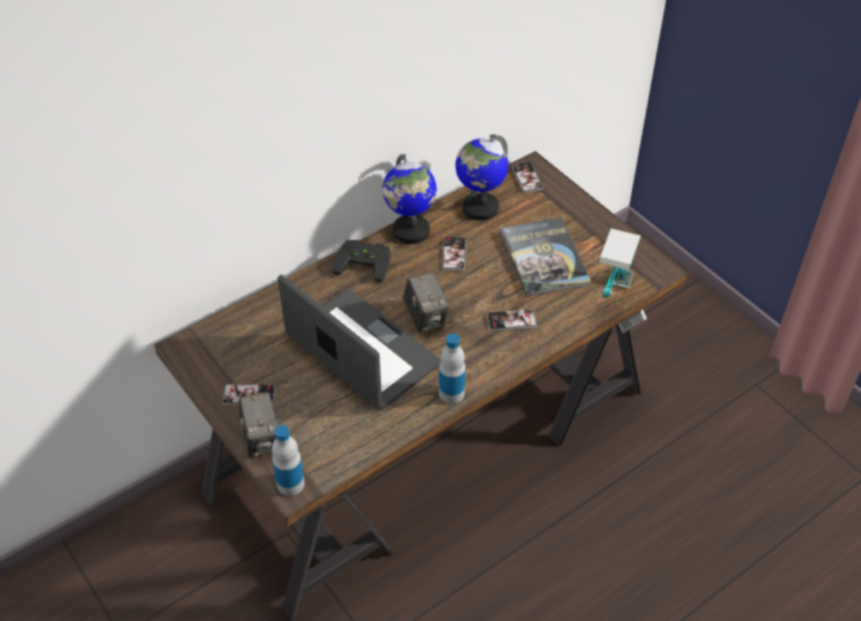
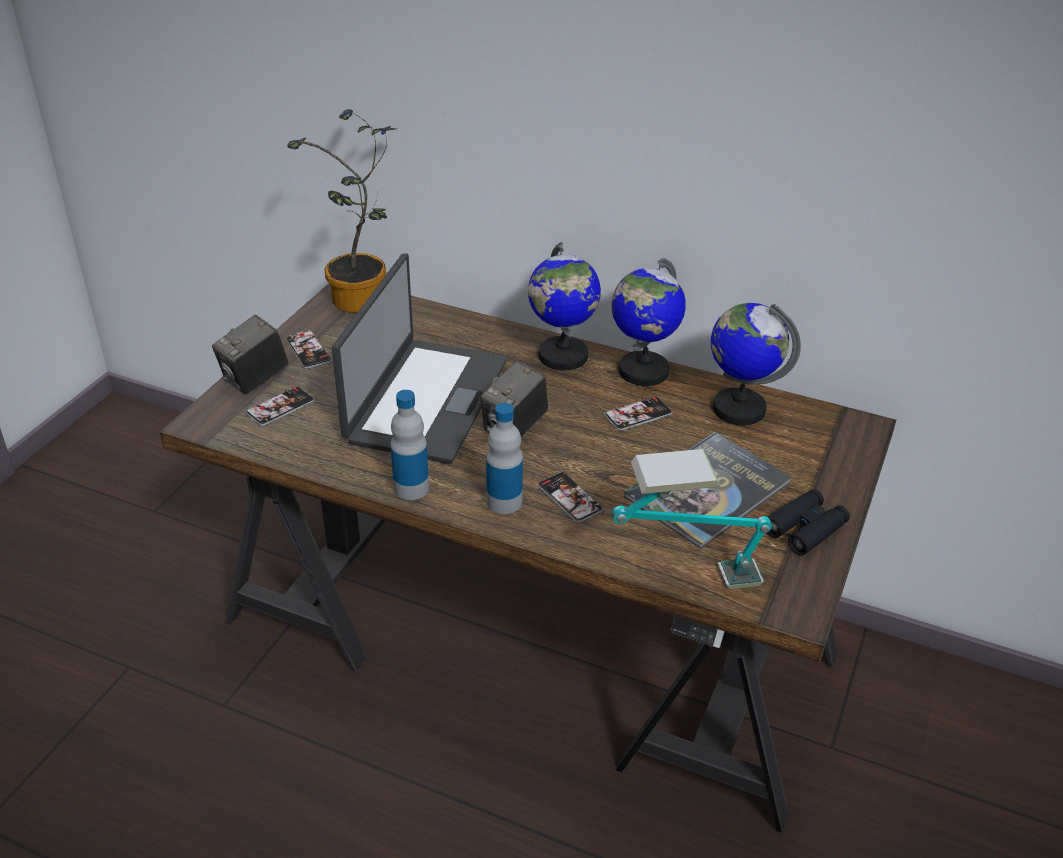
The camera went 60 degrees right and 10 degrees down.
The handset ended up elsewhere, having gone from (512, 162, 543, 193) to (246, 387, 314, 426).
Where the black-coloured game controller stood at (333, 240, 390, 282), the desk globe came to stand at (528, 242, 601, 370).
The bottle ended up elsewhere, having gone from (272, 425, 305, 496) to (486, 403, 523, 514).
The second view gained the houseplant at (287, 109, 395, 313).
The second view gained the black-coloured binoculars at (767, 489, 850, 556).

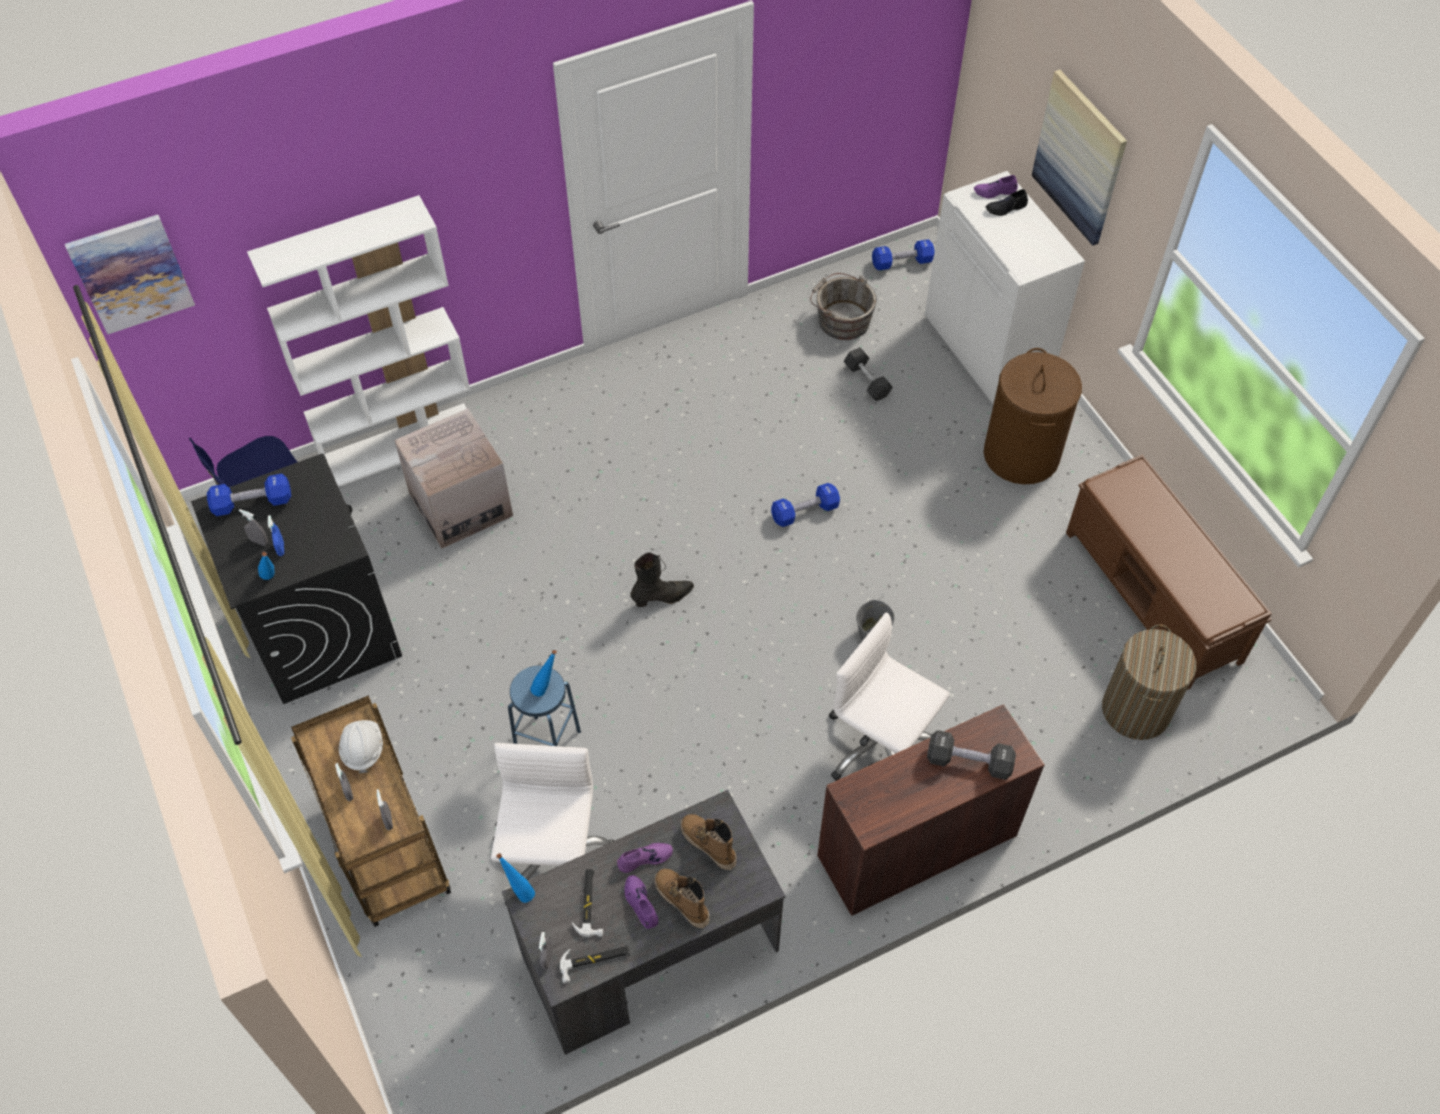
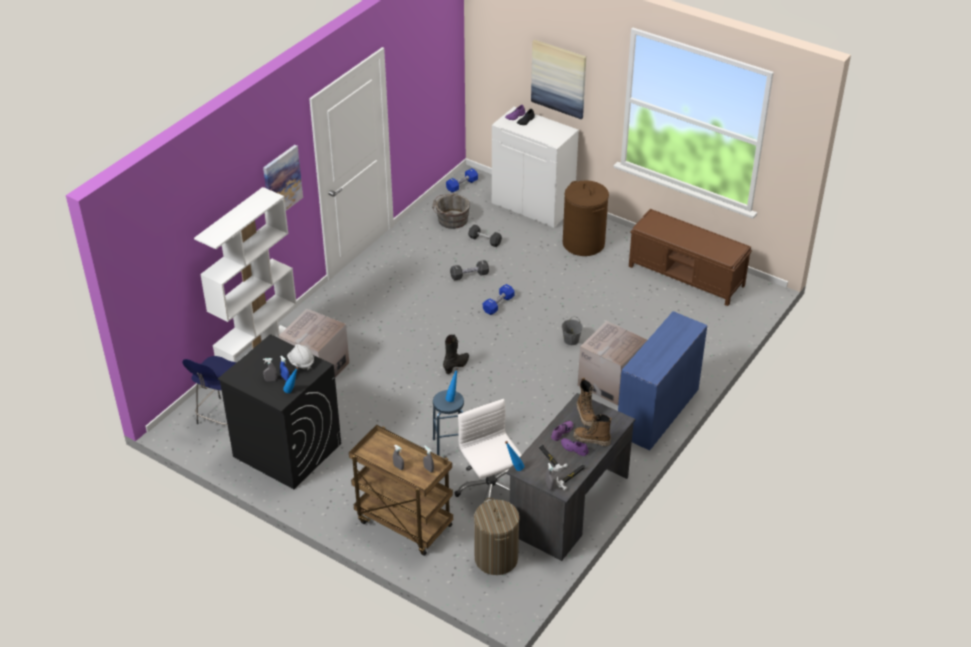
The camera went 30 degrees left and 15 degrees down.
The wall art ended up elsewhere, having gone from (65, 215, 195, 334) to (263, 145, 303, 211).
The second view lost the bluish hand weight at (207, 474, 291, 516).
Where the white-coloured office chair stood at (829, 613, 950, 781), the carton came to stand at (578, 321, 647, 405).
The washing basket ended up elsewhere, having gone from (1102, 624, 1196, 740) to (474, 498, 520, 575).
What was the brown-coloured desk at (817, 704, 1045, 916) turned into the bluish desk at (618, 311, 707, 450).
The white-coloured work helmet ended up elsewhere, having gone from (339, 720, 383, 773) to (287, 344, 314, 370).
The black-coloured hand weight ended up elsewhere, having gone from (927, 730, 1016, 780) to (450, 260, 489, 280).
The tall boot at (681, 814, 737, 870) ended up facing another way, 120 degrees counterclockwise from before.

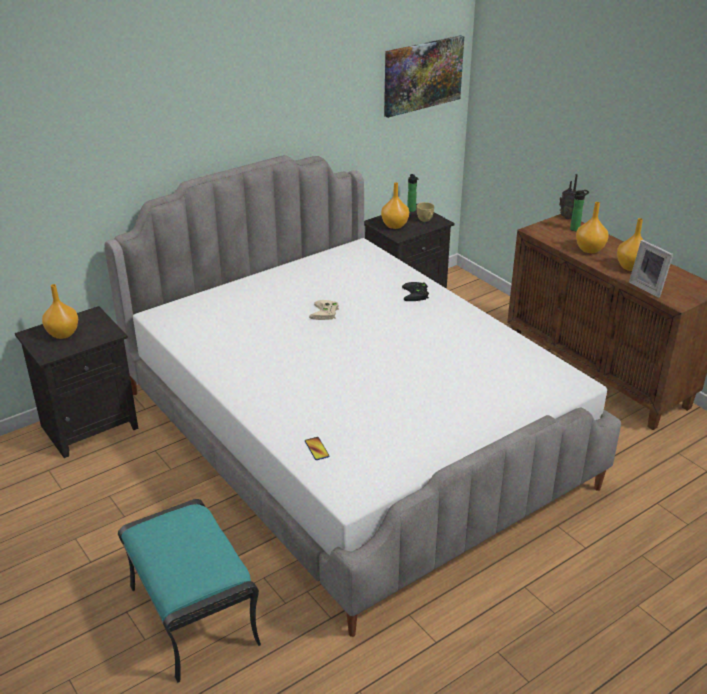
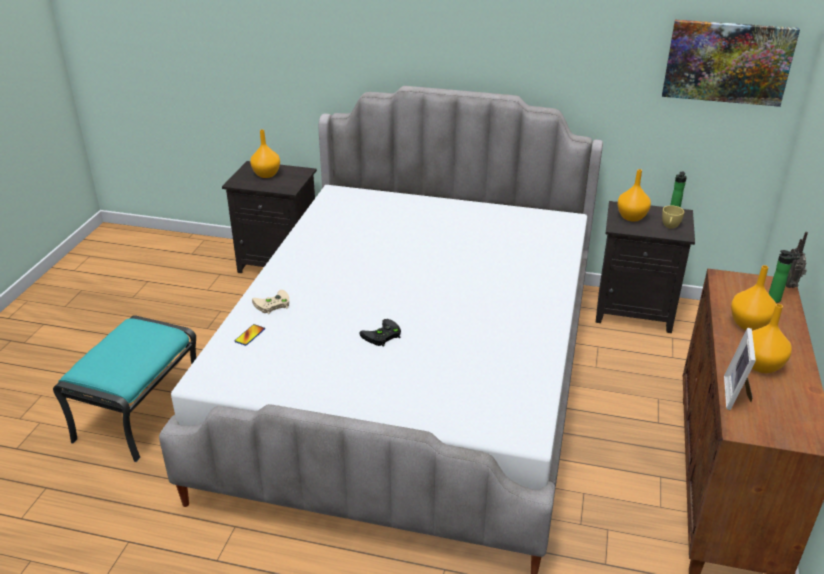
The camera went 50 degrees right and 0 degrees up.
The black-coloured game controller ended up elsewhere, having gone from (402, 282, 429, 301) to (360, 319, 401, 346).
The beige-coloured game controller ended up elsewhere, having gone from (309, 300, 339, 320) to (252, 290, 289, 314).

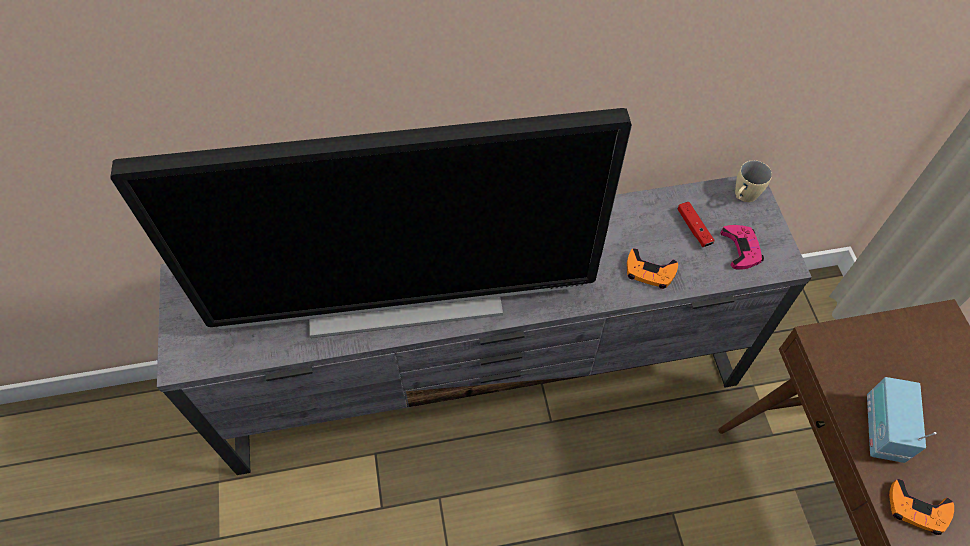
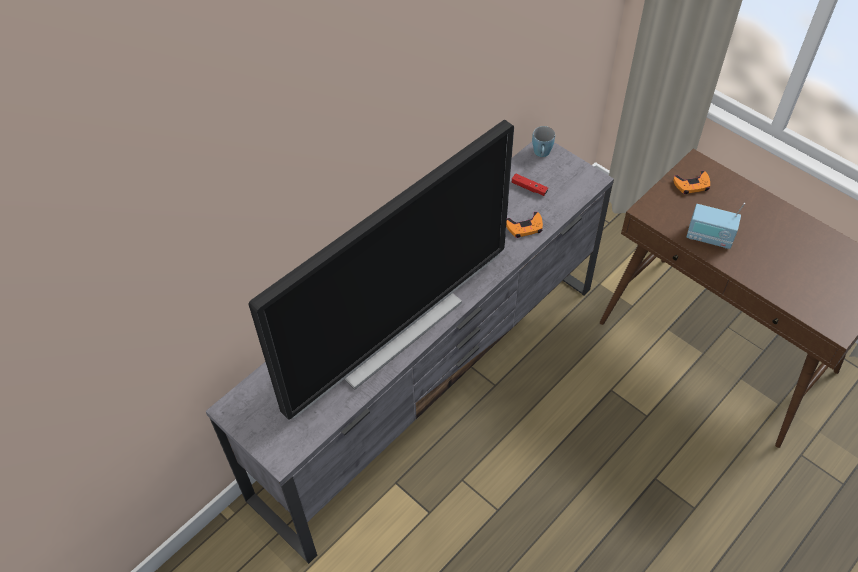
The camera went 35 degrees left and 5 degrees down.
What was the beige-coloured tea mug at (735, 160, 772, 202) turned into the bluish tea mug at (532, 126, 555, 157).
The second view lost the pinkish game controller at (721, 225, 764, 270).
The radio at (867, 377, 937, 463) ended up facing another way, 45 degrees counterclockwise from before.
The orangey game controller ended up elsewhere, having gone from (889, 479, 954, 535) to (673, 171, 710, 194).

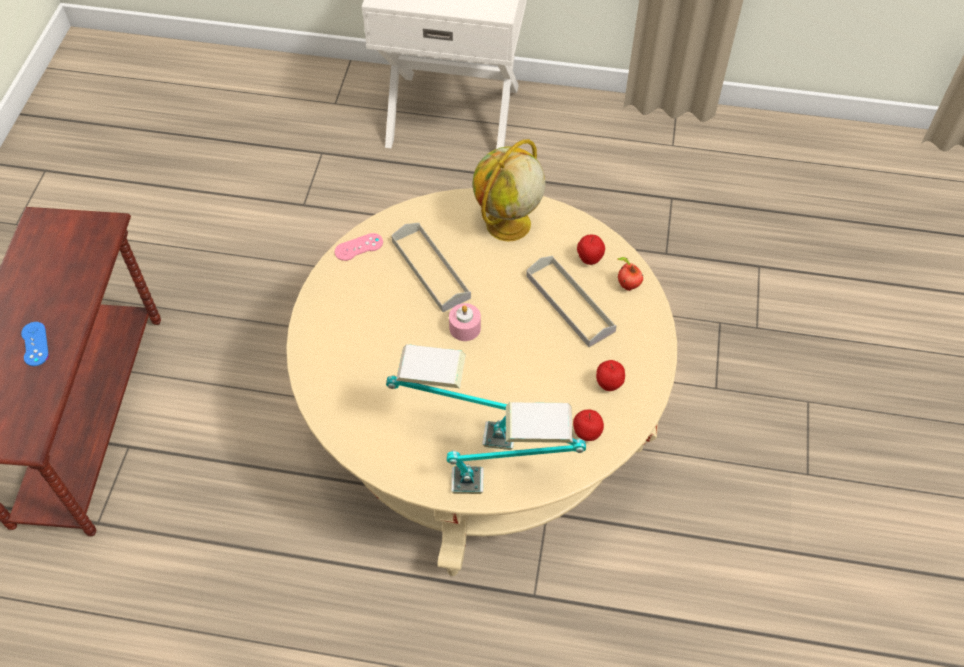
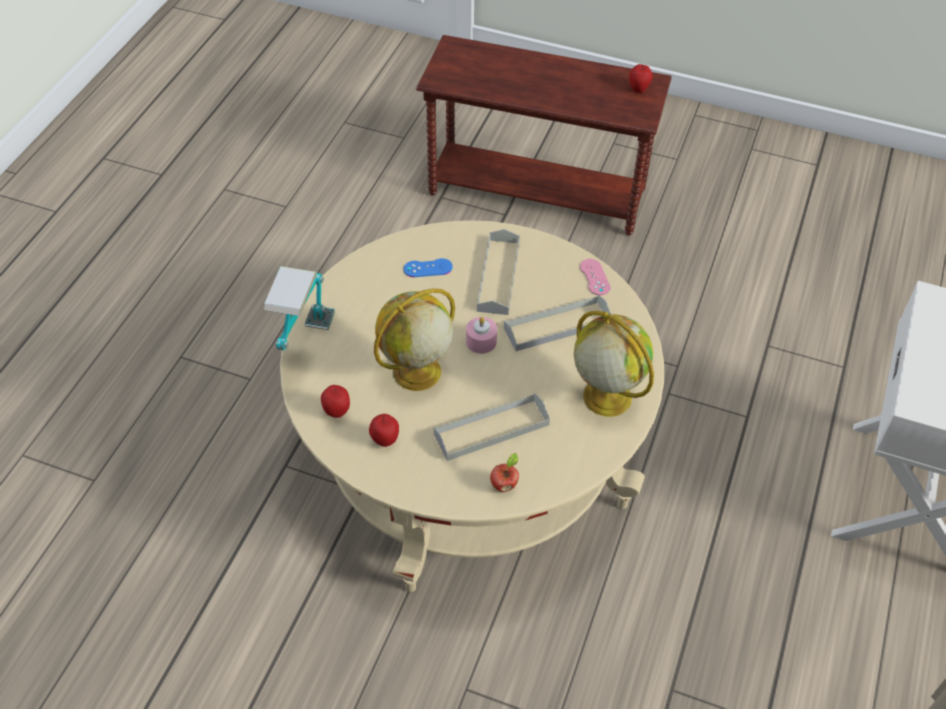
The camera went 100 degrees right and 5 degrees down.
The apple ended up elsewhere, having gone from (577, 235, 605, 265) to (629, 64, 653, 93).
The bluish game controller ended up elsewhere, having gone from (21, 322, 49, 366) to (404, 258, 453, 277).
The second view lost the table lamp at (386, 344, 514, 450).
The second view gained the grey serving tray at (477, 229, 520, 315).
The second view gained the desk globe at (374, 288, 455, 391).

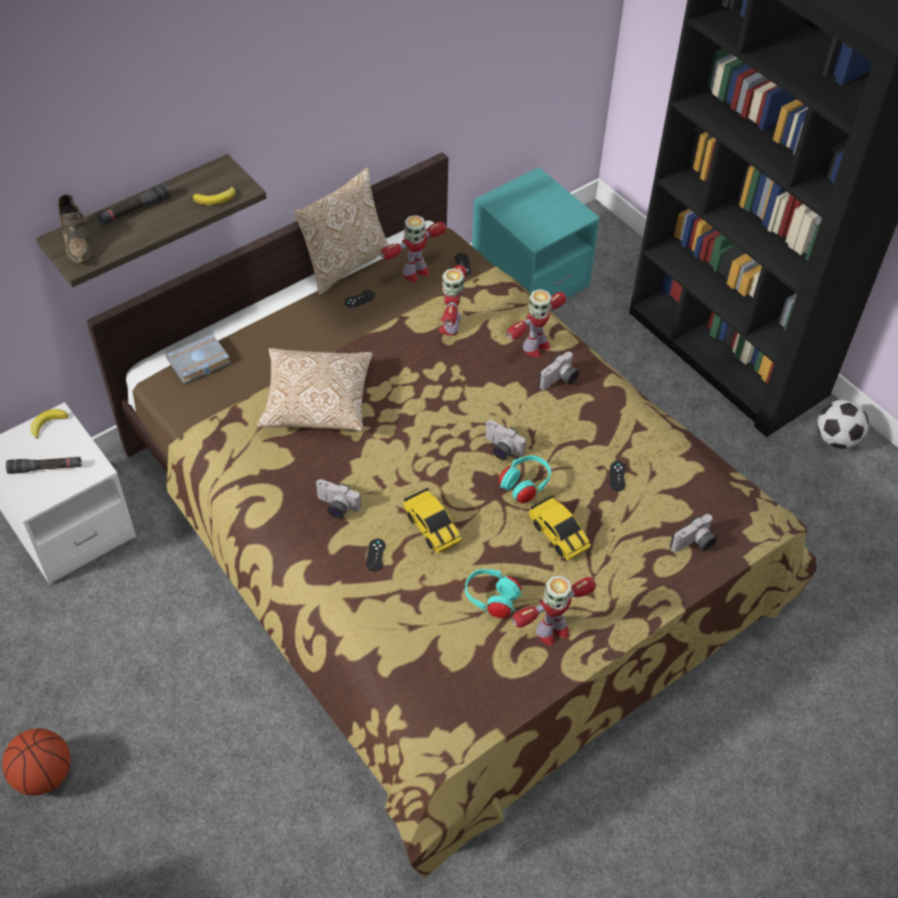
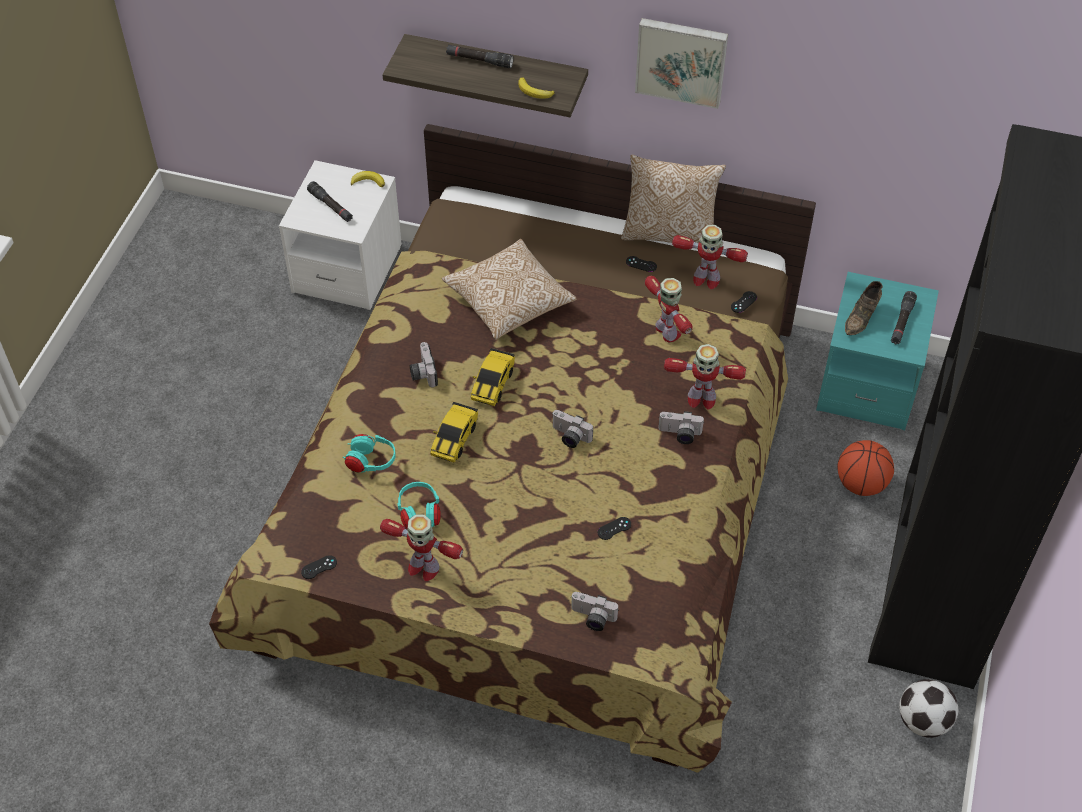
The camera went 55 degrees right and 0 degrees up.
The brown-coloured item of footwear ended up elsewhere, having gone from (58, 194, 91, 264) to (845, 281, 883, 335).
The robot figure at (438, 265, 466, 336) ended up facing another way, 90 degrees clockwise from before.
The second view lost the grey bound book at (166, 334, 230, 384).
The still camera at (485, 420, 526, 460) ended up facing another way, 60 degrees counterclockwise from before.
The blue-green headphones ended up elsewhere, having gone from (499, 455, 551, 503) to (343, 434, 396, 473).
The miniature car ended up elsewhere, having gone from (529, 495, 591, 560) to (471, 348, 515, 406).
The black-coloured game controller ended up elsewhere, having gone from (366, 539, 386, 571) to (301, 555, 337, 579).
The basketball ended up elsewhere, having gone from (2, 728, 70, 796) to (837, 440, 894, 496).
The second view gained the wall art at (635, 18, 728, 109).
The second view gained the black-coloured torch at (891, 291, 917, 344).

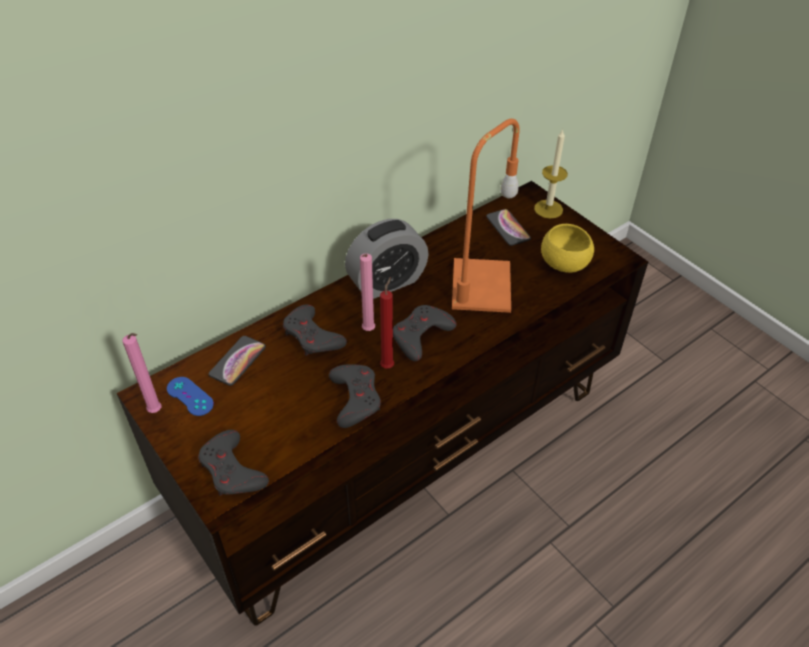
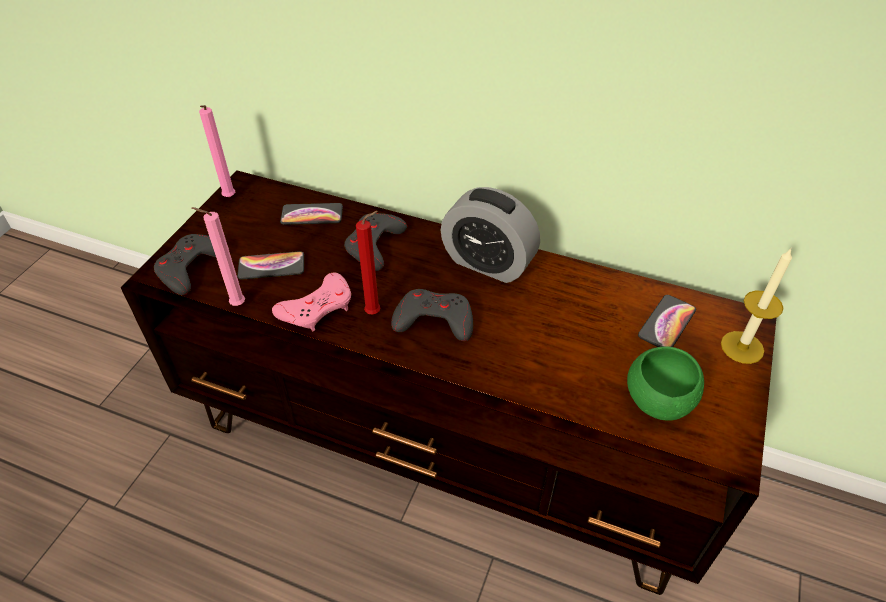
The camera went 60 degrees right and 0 degrees up.
The second view lost the orangey table lamp at (452, 119, 520, 313).
What was the yellow-coloured bowl at (541, 224, 594, 273) turned into the greenish bowl at (627, 347, 704, 420).
The pinkish candle ended up elsewhere, having gone from (360, 253, 375, 331) to (192, 207, 245, 306).
What was the grey game controller at (329, 364, 381, 428) turned into the pinkish game controller at (272, 272, 351, 331).
The second view lost the bluish game controller at (167, 377, 214, 416).
The second view gained the handset at (237, 251, 304, 280).

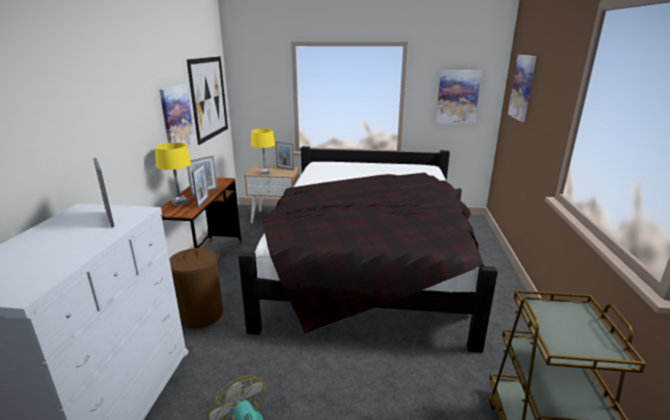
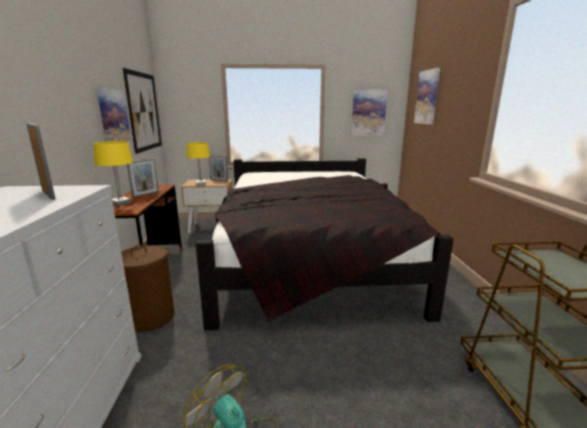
The camera went 10 degrees left and 5 degrees down.
The second view lost the photo frame at (192, 162, 209, 208).

